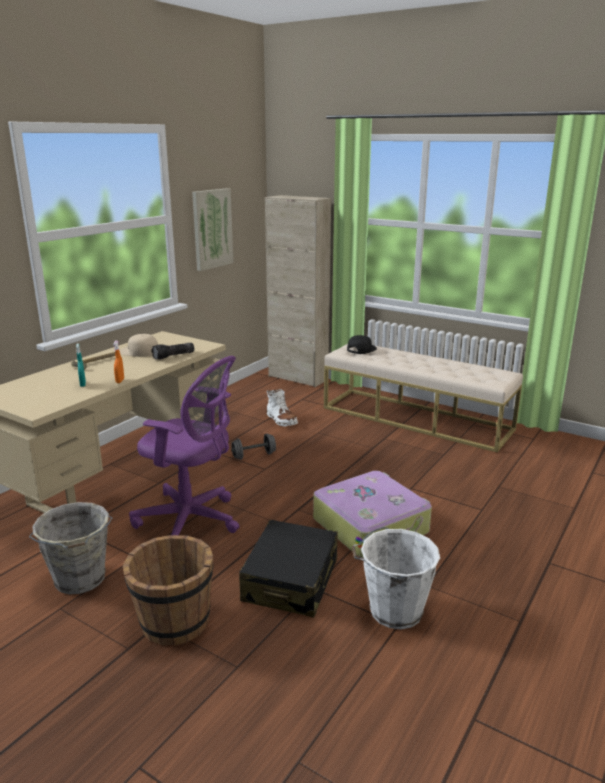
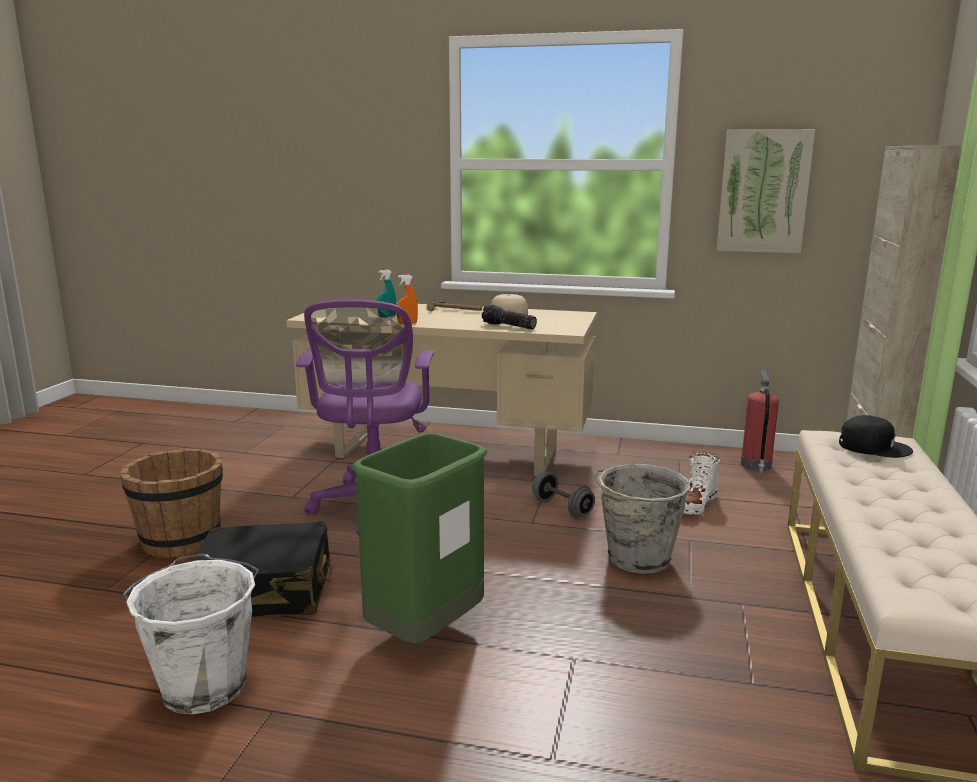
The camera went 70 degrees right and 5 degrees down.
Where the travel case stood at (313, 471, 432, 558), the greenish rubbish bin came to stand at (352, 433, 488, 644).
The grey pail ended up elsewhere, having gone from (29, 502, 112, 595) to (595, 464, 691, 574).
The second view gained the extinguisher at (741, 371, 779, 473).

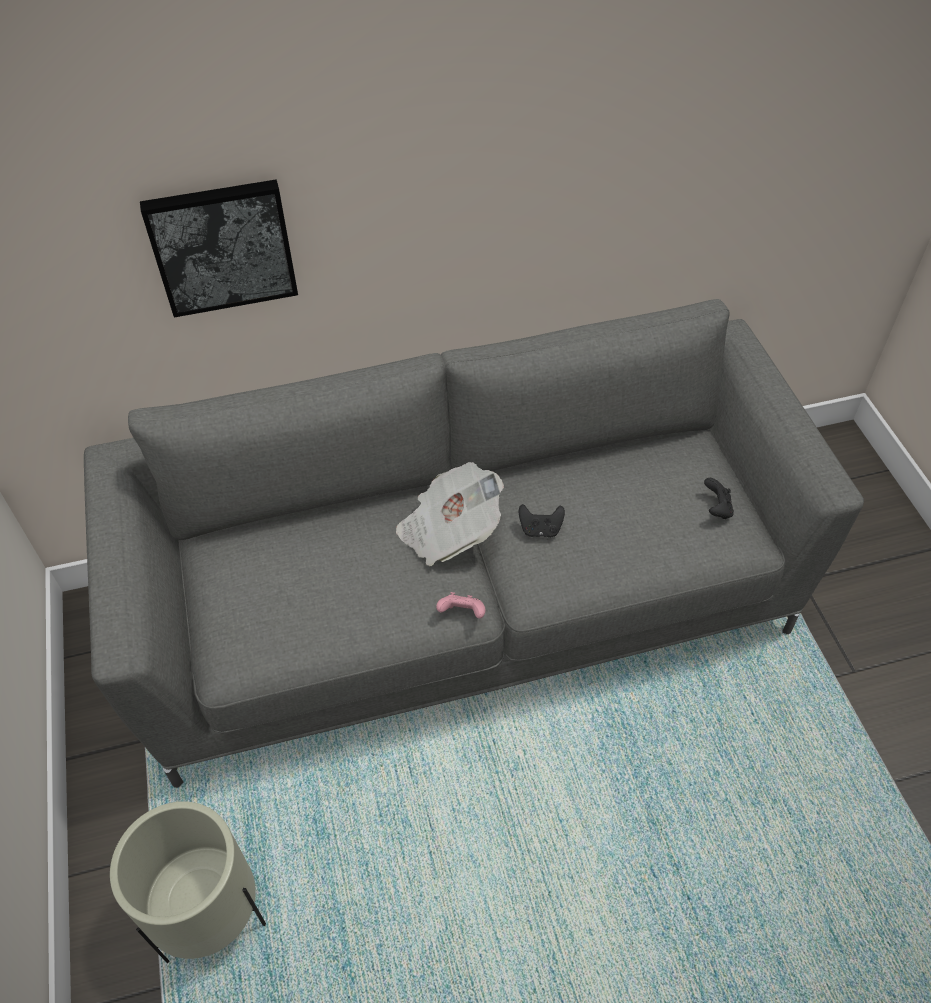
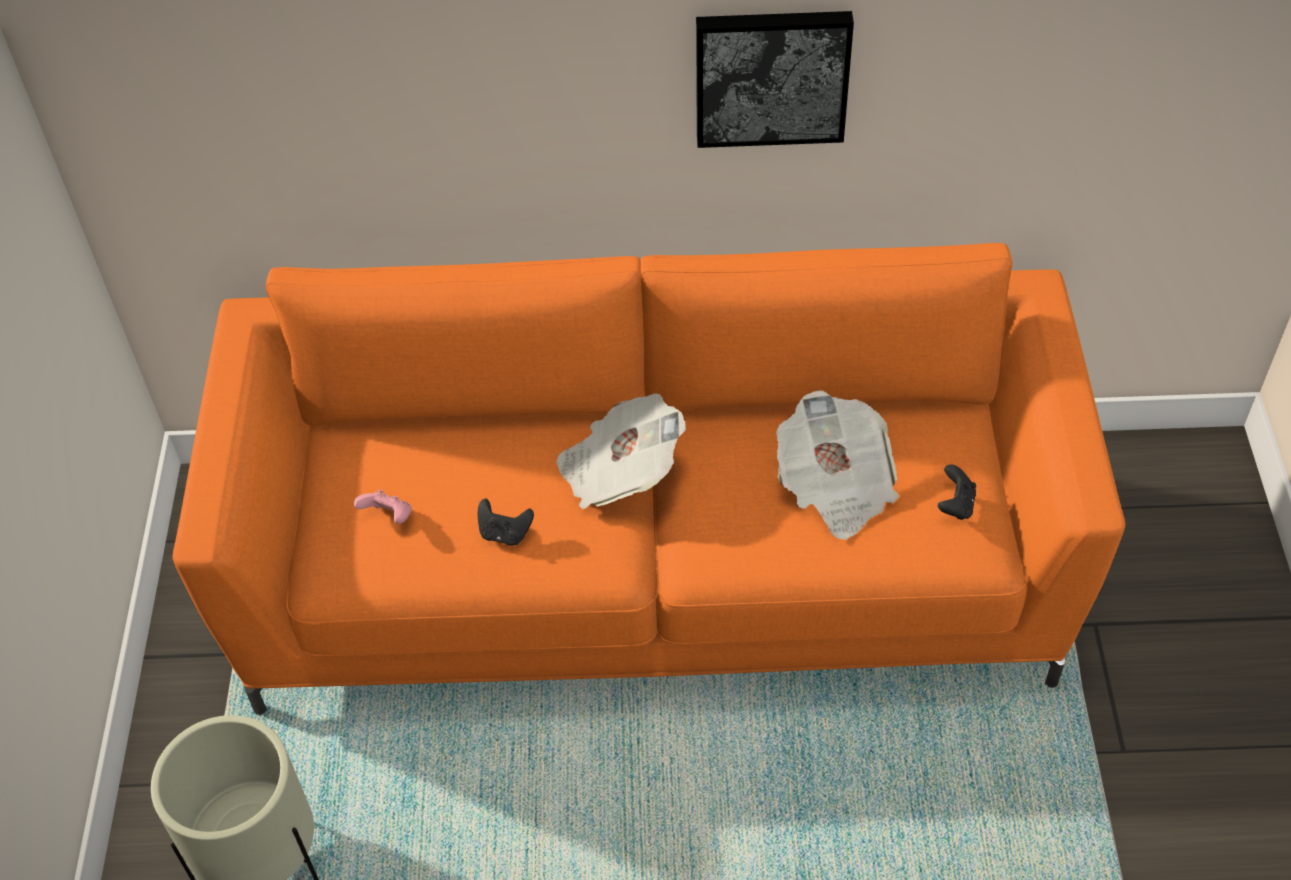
The camera went 15 degrees right and 0 degrees up.
The wall art ended up elsewhere, having gone from (140, 180, 298, 318) to (696, 11, 854, 148).
What was the grey sofa at (84, 299, 864, 788) turned into the orangey sofa at (172, 243, 1125, 715).
The black-coloured game controller ended up elsewhere, having gone from (519, 504, 565, 538) to (478, 498, 534, 546).
The pinkish game controller ended up elsewhere, having gone from (436, 592, 485, 619) to (354, 489, 412, 524).
The second view gained the daily paper at (776, 390, 899, 540).

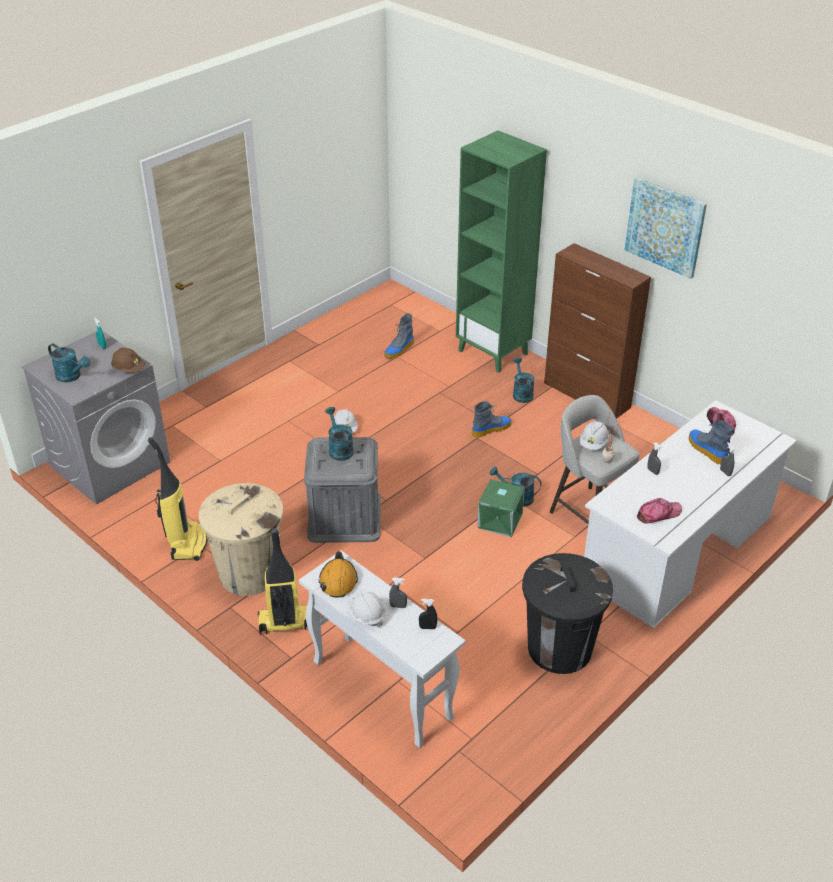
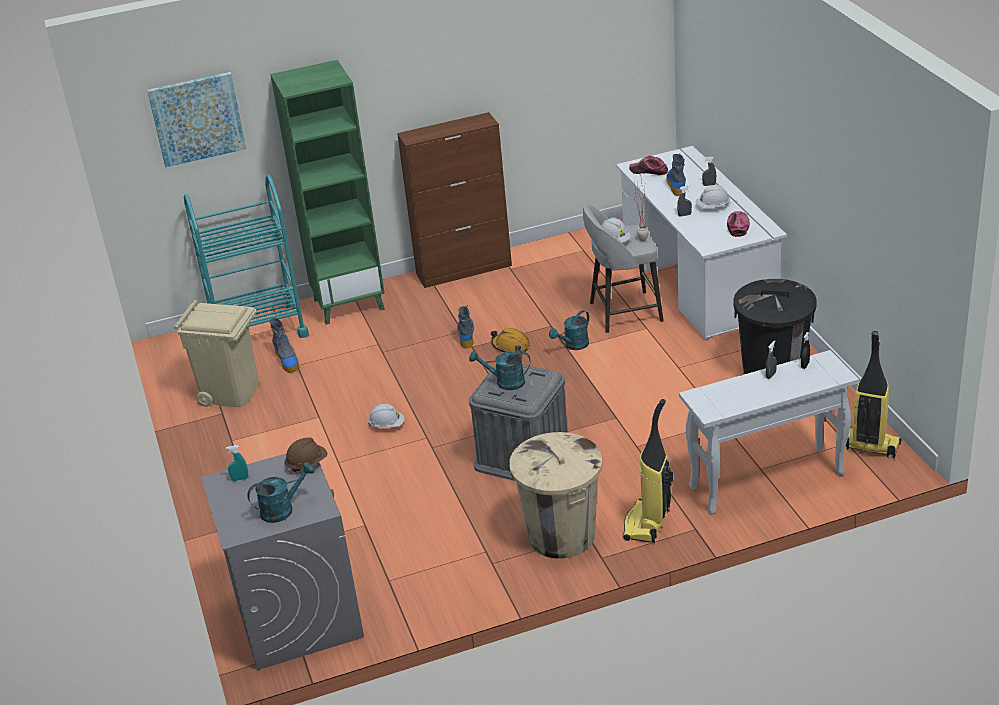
The camera went 60 degrees left and 5 degrees down.
The wall art ended up elsewhere, having gone from (624, 177, 707, 279) to (147, 72, 246, 167).
The second view lost the blue-green sprinkling can at (513, 357, 535, 403).
The tall boot at (689, 418, 735, 465) ended up facing another way, 90 degrees clockwise from before.
The vacuum ended up elsewhere, having gone from (148, 437, 207, 561) to (846, 331, 902, 458).
The second view lost the greenish storage box at (477, 479, 525, 537).
The orangey work helmet ended up elsewhere, having gone from (319, 551, 358, 598) to (491, 328, 530, 352).
The white-coloured work helmet ended up elsewhere, having gone from (346, 591, 386, 627) to (696, 185, 730, 208).
The second view gained the blue-green cart at (184, 175, 309, 338).
The second view gained the beige-coloured rubbish bin at (174, 300, 259, 407).

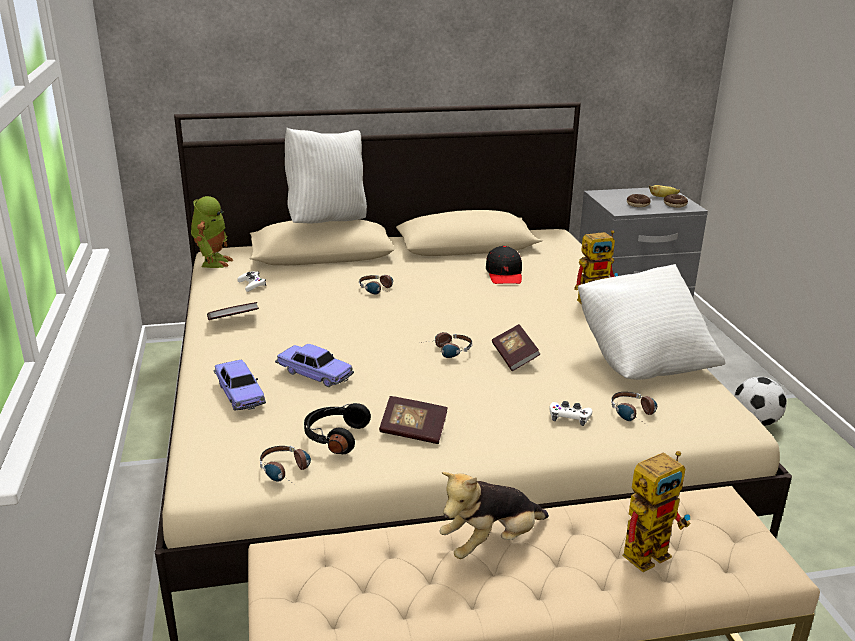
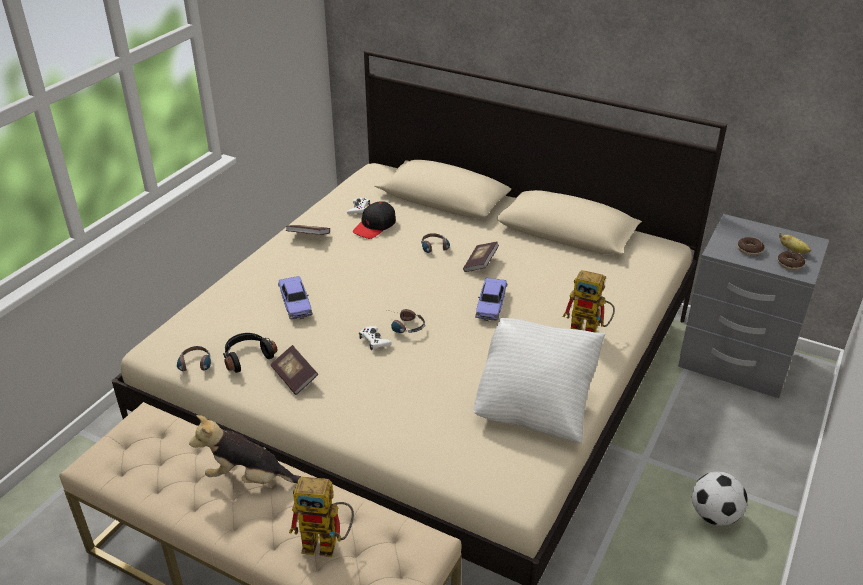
The camera went 40 degrees right and 10 degrees up.
The second view lost the white-coloured cushion at (285, 128, 367, 224).
The second view lost the robot figure at (191, 196, 233, 268).
The black-coloured peaked cap ended up elsewhere, having gone from (486, 246, 522, 284) to (353, 201, 396, 239).
The bound book ended up elsewhere, having gone from (492, 324, 540, 371) to (463, 242, 499, 272).
The miniature car ended up elsewhere, having gone from (214, 360, 266, 411) to (475, 278, 507, 321).
The second view lost the headphones at (611, 392, 657, 425).
The white-coloured game controller ended up elsewhere, having gone from (549, 401, 592, 426) to (359, 326, 392, 350).

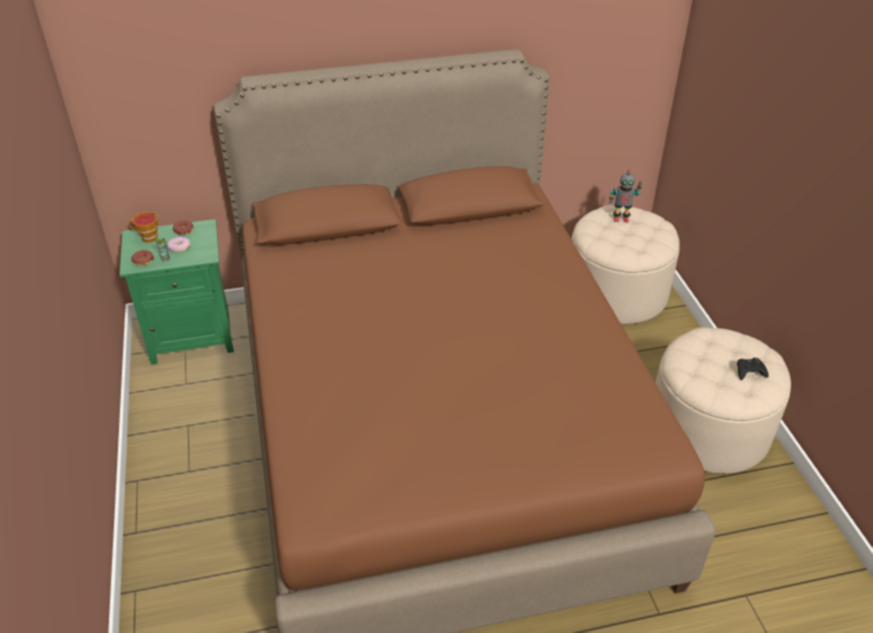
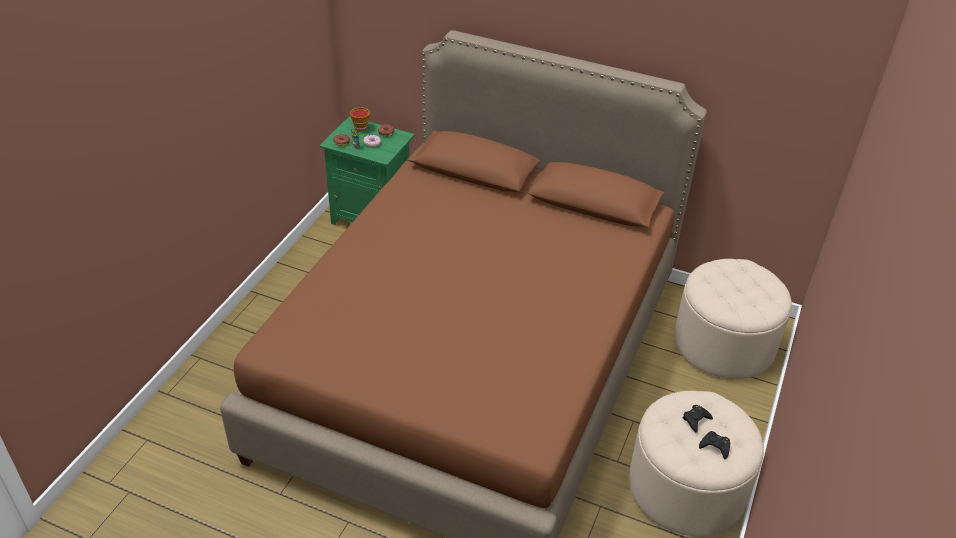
The camera went 35 degrees right and 0 degrees up.
The second view lost the robot figure at (609, 169, 642, 222).
The second view gained the black-coloured game controller at (683, 405, 713, 433).

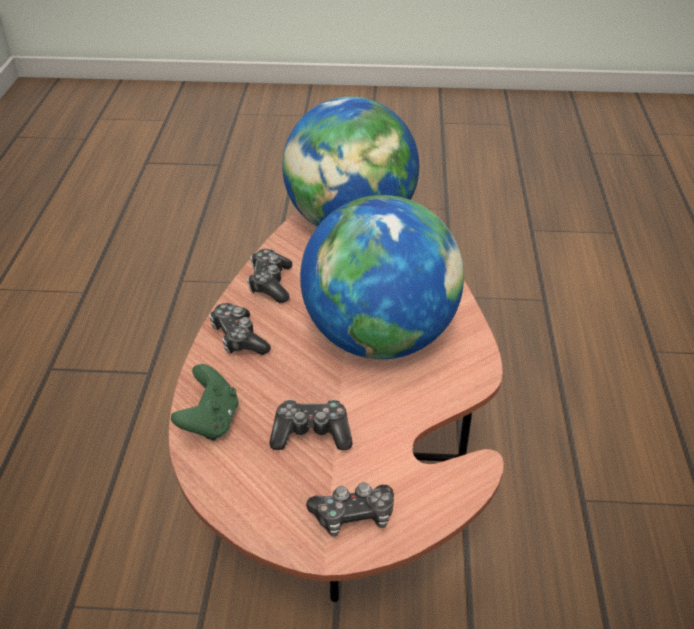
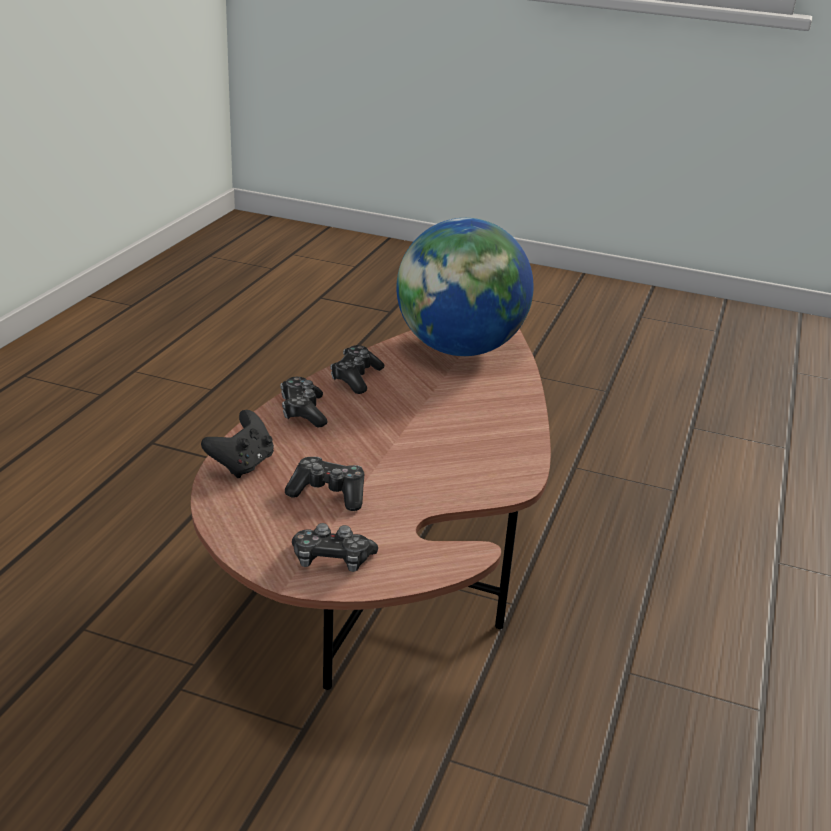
The camera went 15 degrees right and 10 degrees down.
The second view lost the desk globe at (300, 195, 464, 359).
What was the greenish game controller at (171, 364, 238, 441) turned into the black-coloured game controller at (201, 410, 274, 478).

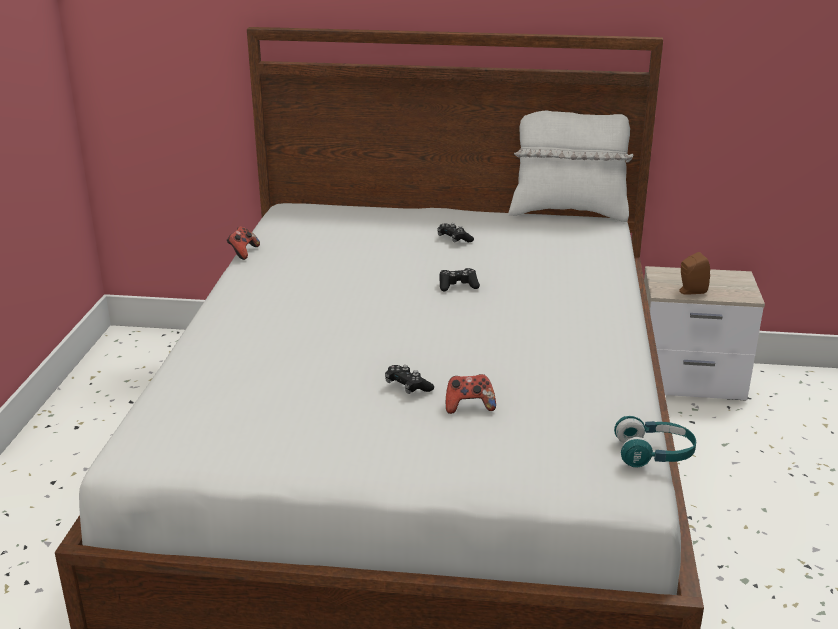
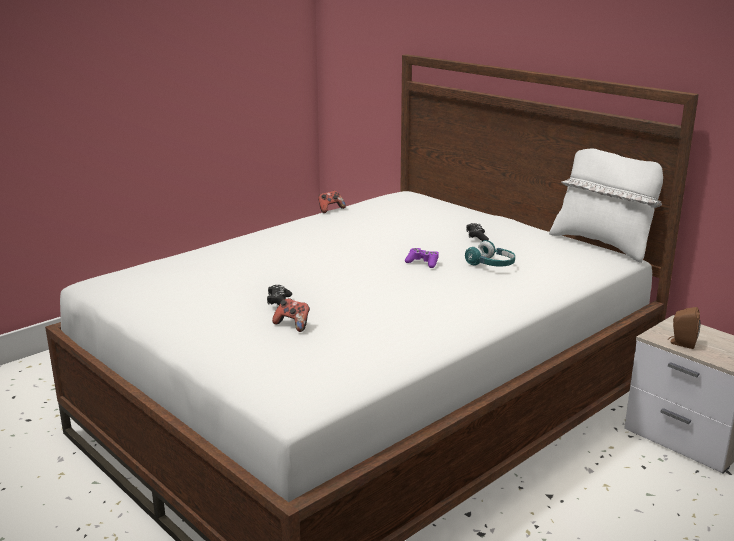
The camera went 40 degrees right and 5 degrees down.
What was the black-coloured game controller at (439, 268, 480, 292) turned into the purple-coloured game controller at (405, 248, 439, 268).
The blue-green headphones ended up elsewhere, having gone from (614, 416, 696, 468) to (465, 240, 515, 267).

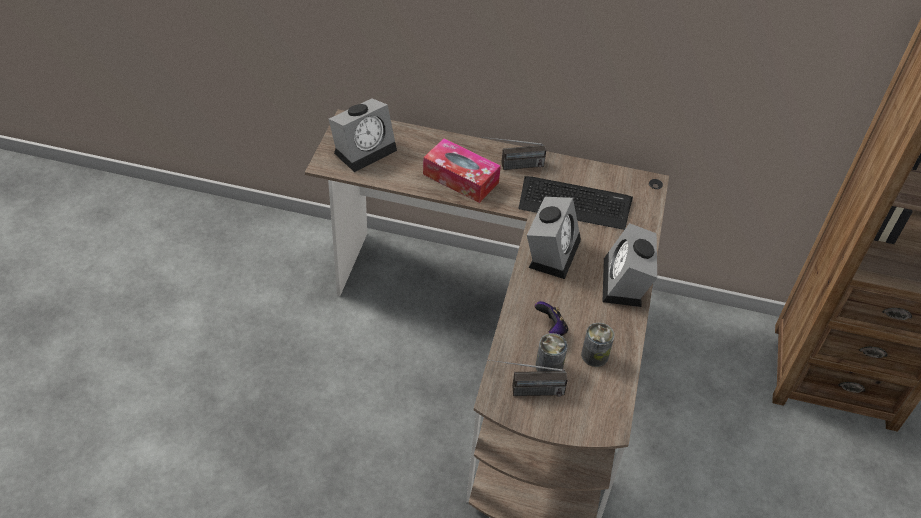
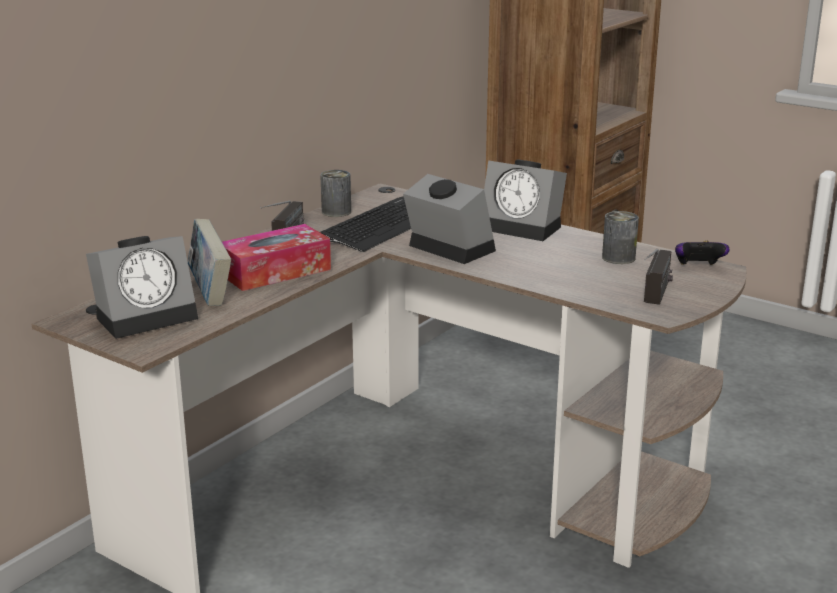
The camera went 65 degrees left and 25 degrees down.
The alarm clock at (329, 98, 397, 172) ended up facing another way, 75 degrees clockwise from before.
The game controller ended up elsewhere, having gone from (535, 301, 568, 336) to (675, 240, 730, 265).
The metal can ended up elsewhere, having gone from (535, 333, 568, 371) to (320, 170, 351, 217).
The second view gained the bound book at (188, 219, 231, 306).

